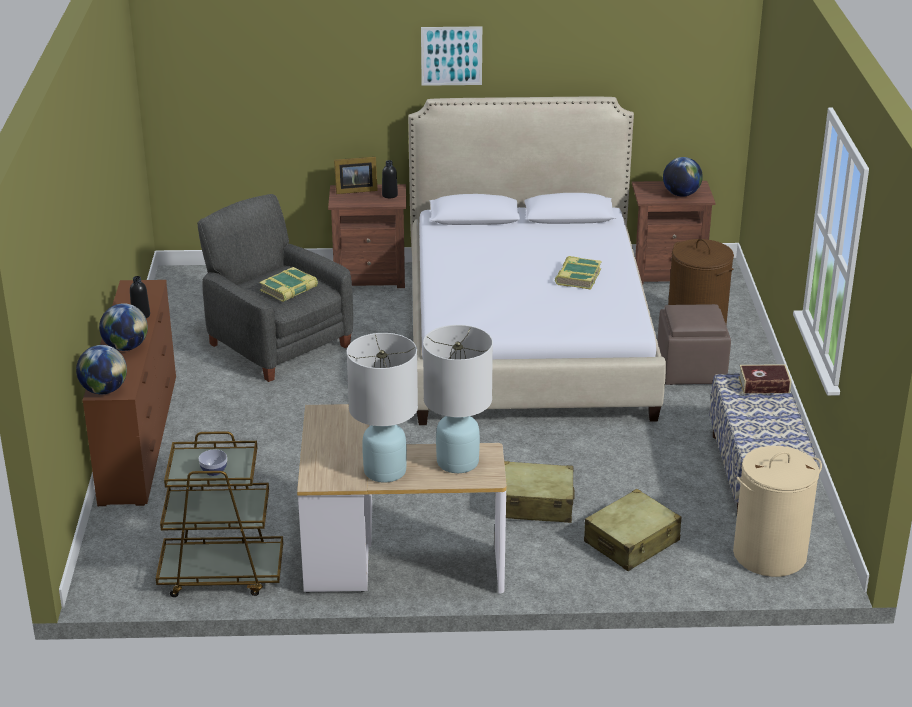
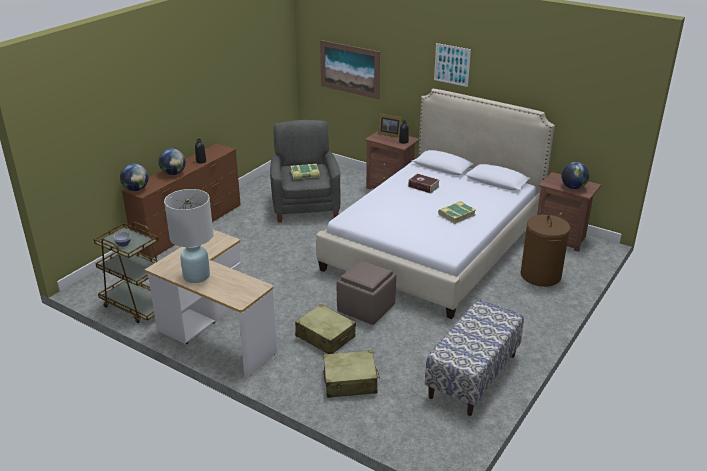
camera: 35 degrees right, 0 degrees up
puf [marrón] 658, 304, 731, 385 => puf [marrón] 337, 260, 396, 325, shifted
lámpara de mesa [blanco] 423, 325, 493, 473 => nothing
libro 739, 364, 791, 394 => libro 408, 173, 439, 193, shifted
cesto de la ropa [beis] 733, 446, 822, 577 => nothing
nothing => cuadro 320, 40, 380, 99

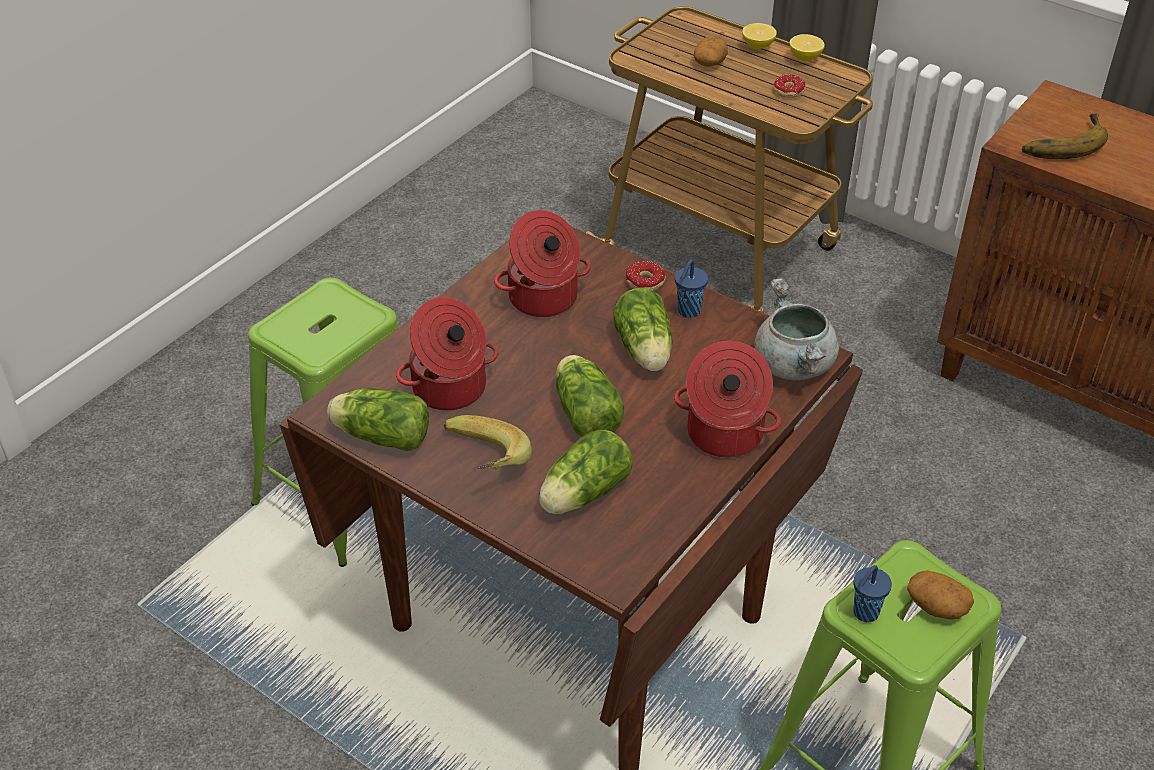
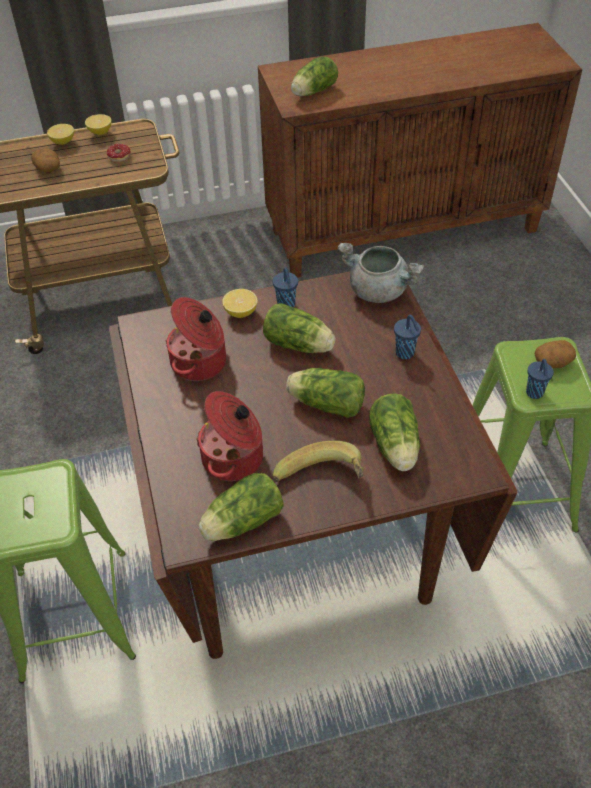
camera: 50 degrees left, 5 degrees up
plátano 1022, 113, 1108, 159 => lechuga 291, 56, 338, 96
rosquilla 626, 261, 666, 291 => limón 222, 289, 258, 318
olla 674, 341, 781, 458 => taza [azul] 394, 315, 421, 359

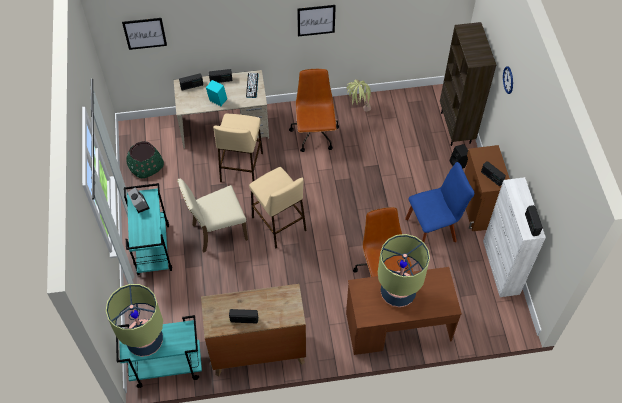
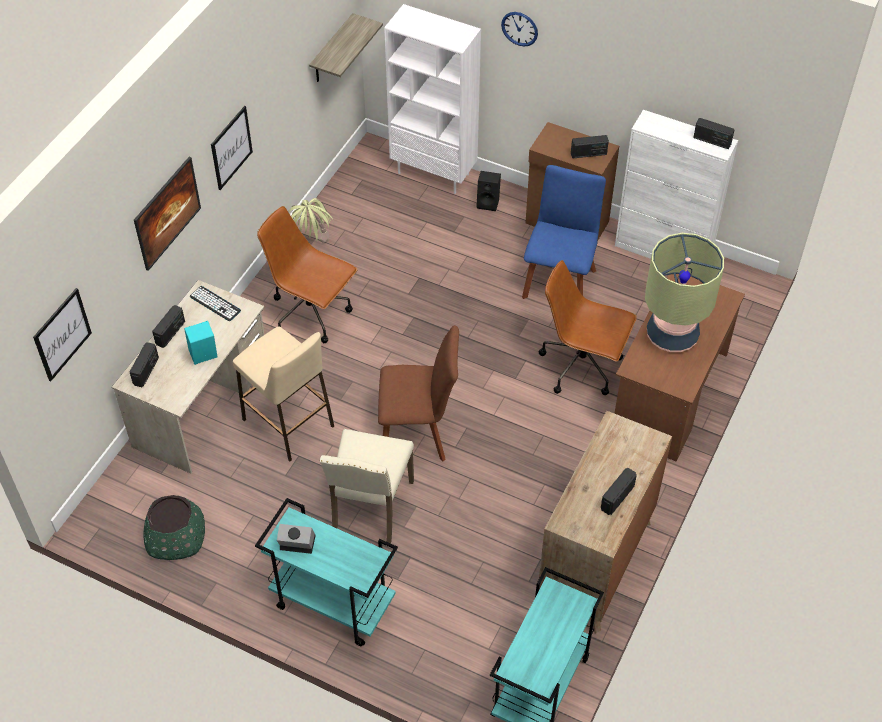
camera: 55 degrees left, 5 degrees down
estantería [marrón] 440, 22, 496, 146 => estantería [blanco] 384, 4, 481, 194
taburete [beis] 249, 167, 306, 248 => silla [marrón] 378, 325, 459, 461
lámpara de mesa 106, 284, 163, 357 => nothing
nothing => estante 309, 13, 383, 82
nothing => cuadro 134, 157, 201, 271

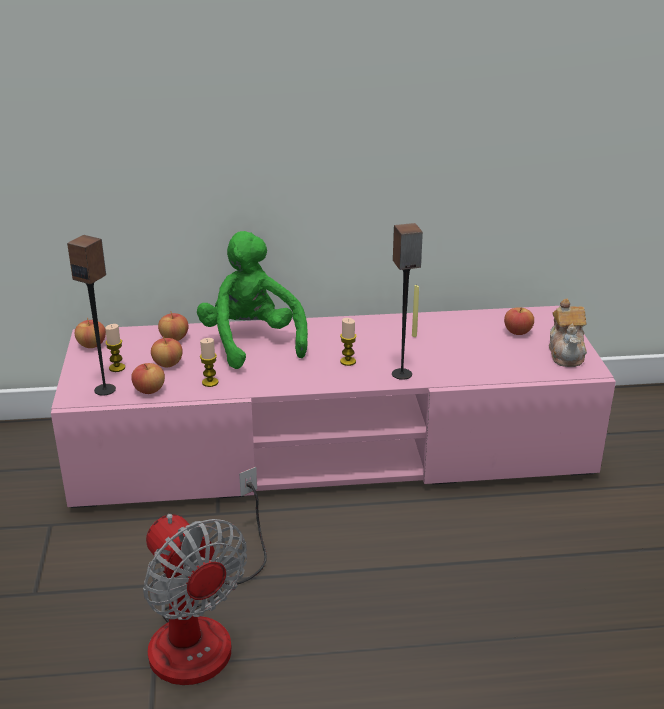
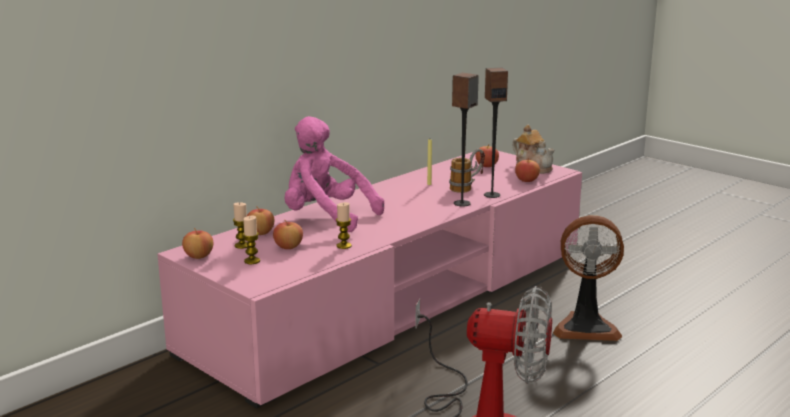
camera: 40 degrees left, 10 degrees down
peluche [verde] 197, 231, 308, 369 => peluche [rosa] 284, 116, 384, 232
altavoz 67, 235, 116, 396 => altavoz 484, 68, 508, 198, shifted
vela 340, 318, 357, 366 => vela 233, 202, 248, 249, shifted
manzana 131, 363, 165, 394 => manzana 515, 158, 540, 182, shifted
nothing => taza grande 449, 149, 485, 193
nothing => ventilador 553, 215, 624, 341

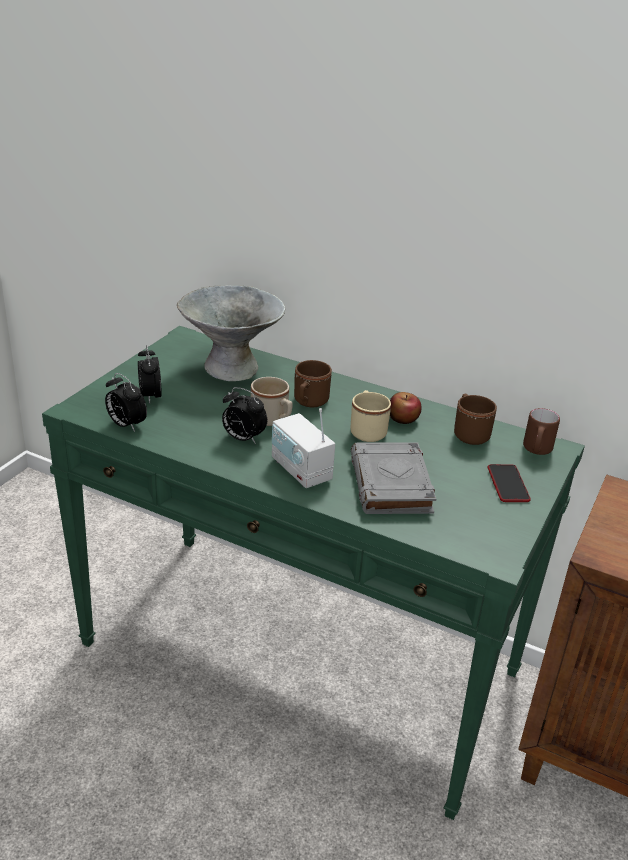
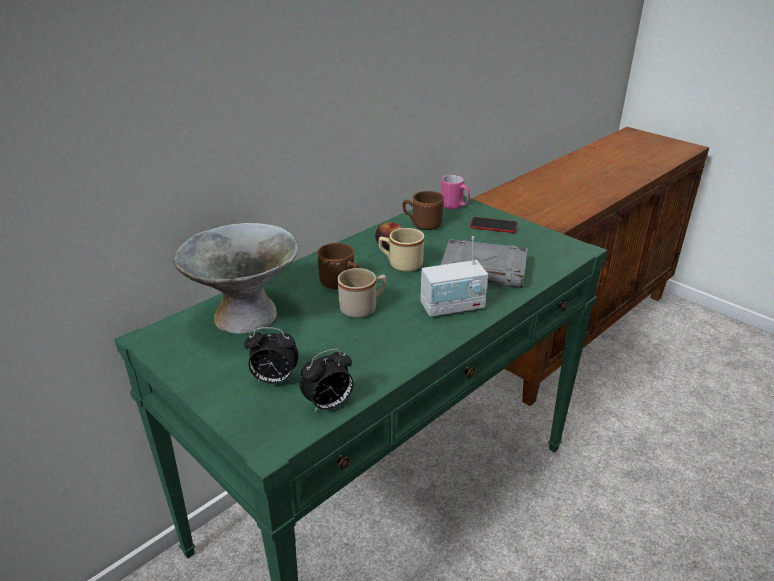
camera: 70 degrees left, 0 degrees up
despertador 222, 387, 267, 444 => nothing
taza grande [marrón] 523, 408, 560, 455 => taza grande [rosa] 441, 175, 470, 210

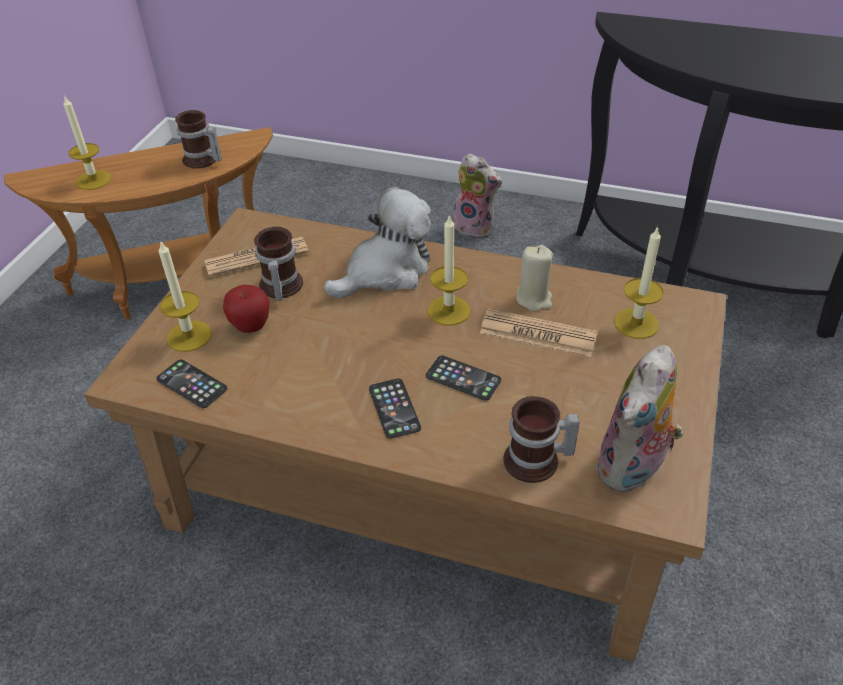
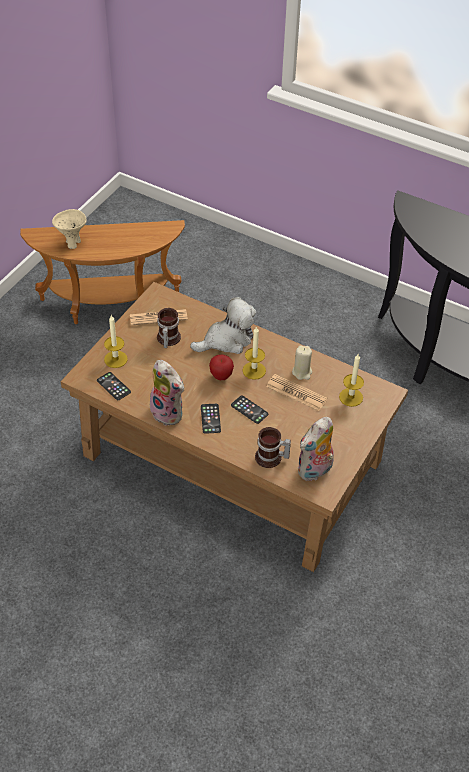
camera: 10 degrees right, 5 degrees up
vela 63, 95, 111, 190 => cuenco [beis] 52, 209, 87, 249
taza grande 175, 110, 222, 169 => nothing
peluche 453, 154, 502, 239 => peluche 150, 360, 185, 426, shifted
manzana 223, 285, 269, 333 => manzana 209, 354, 234, 380, shifted

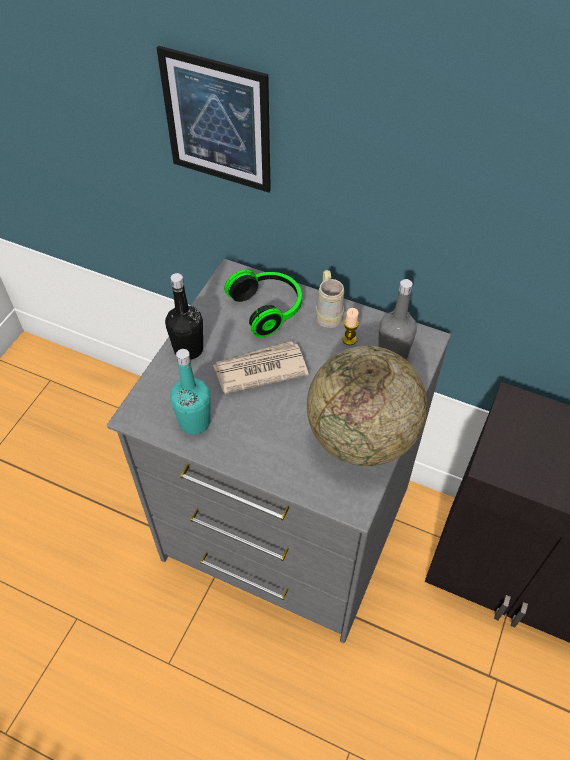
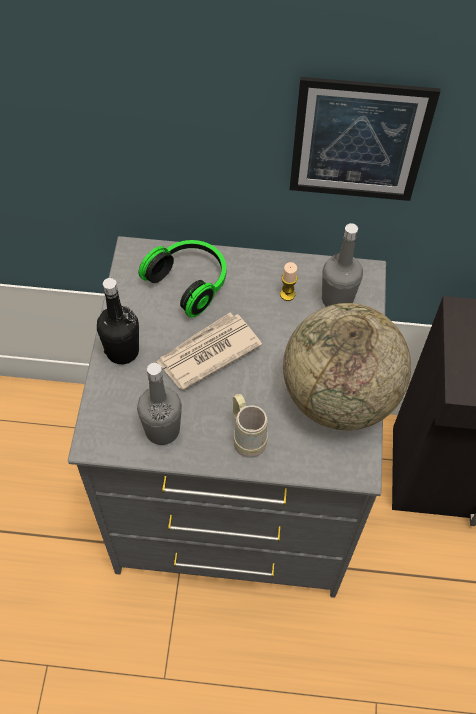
camera: 20 degrees left, 5 degrees up
cuadro 157, 46, 271, 193 => cuadro 289, 77, 440, 201, shifted
taza grande [beis] 316, 270, 344, 328 => taza grande [beis] 233, 394, 268, 458, shifted
botella [turquesa] 170, 349, 211, 434 => botella [gris] 137, 363, 182, 445

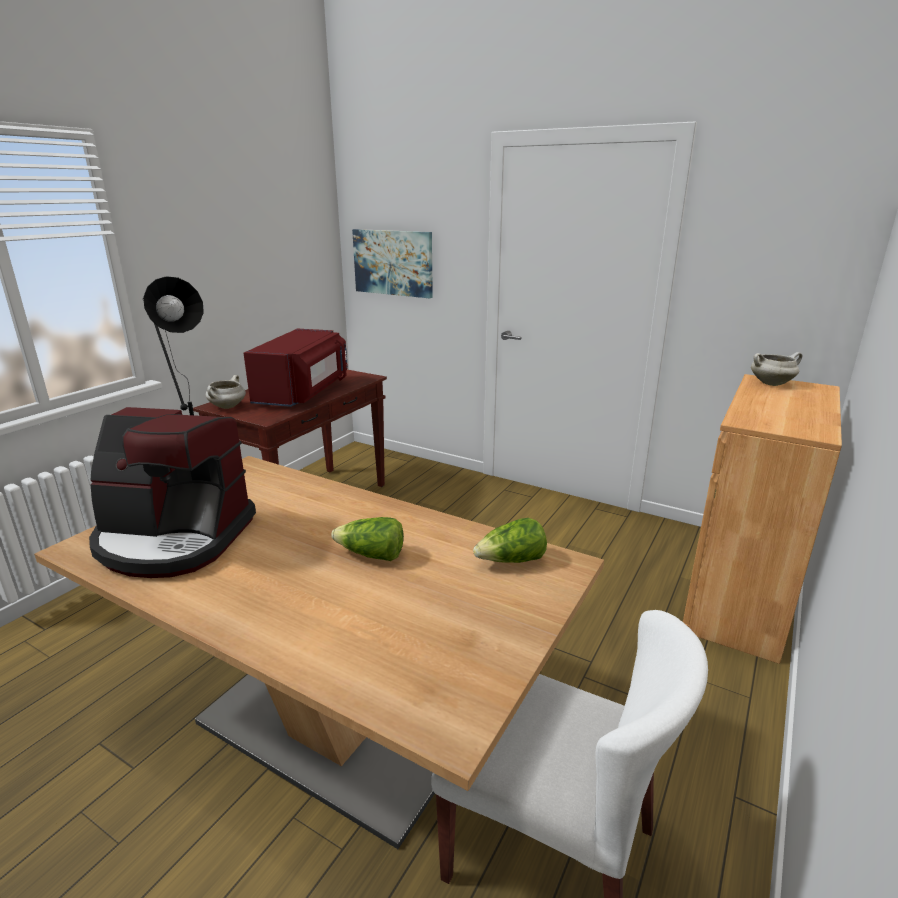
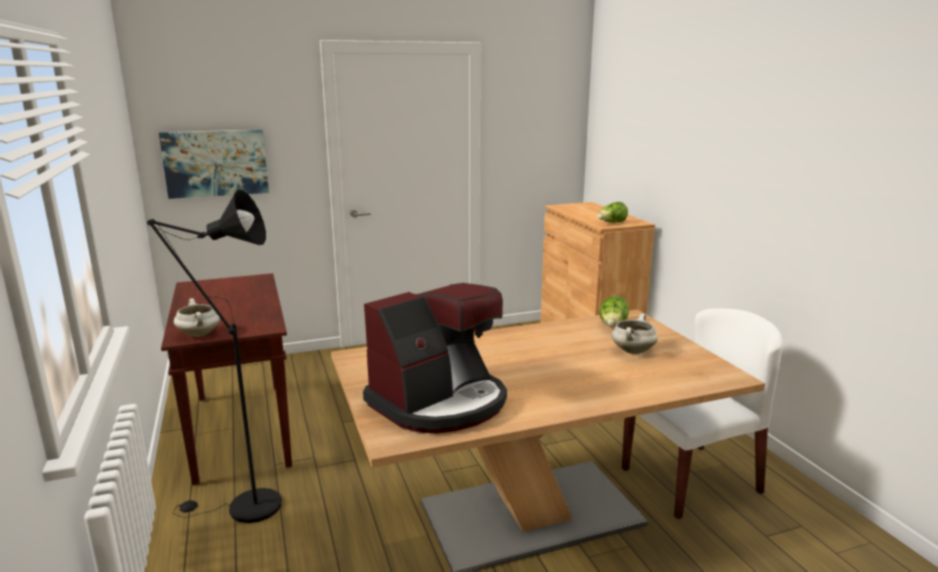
camera: 50 degrees left, 5 degrees down
microondas [rojo] 243, 329, 348, 407 => nothing
olla [blanco] 751, 352, 803, 386 => olla [blanco] 611, 314, 658, 354, shifted
lechuga 331, 517, 404, 561 => lechuga 598, 202, 628, 223, shifted

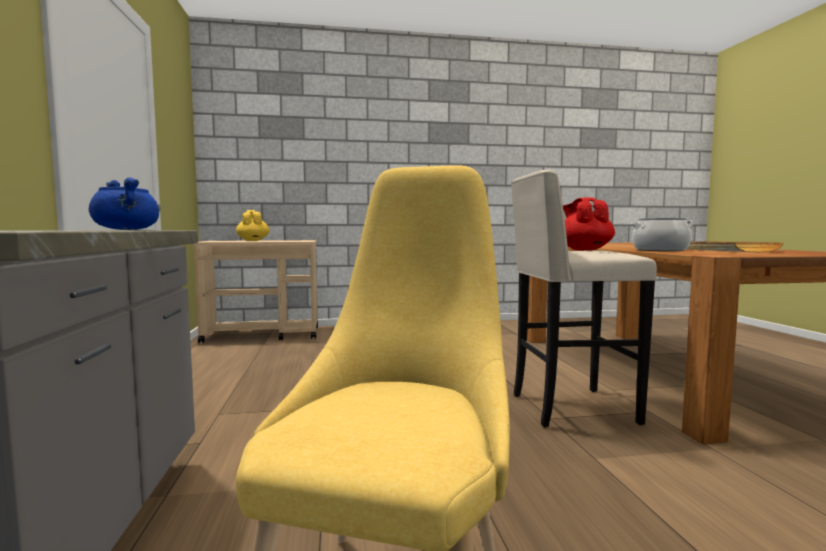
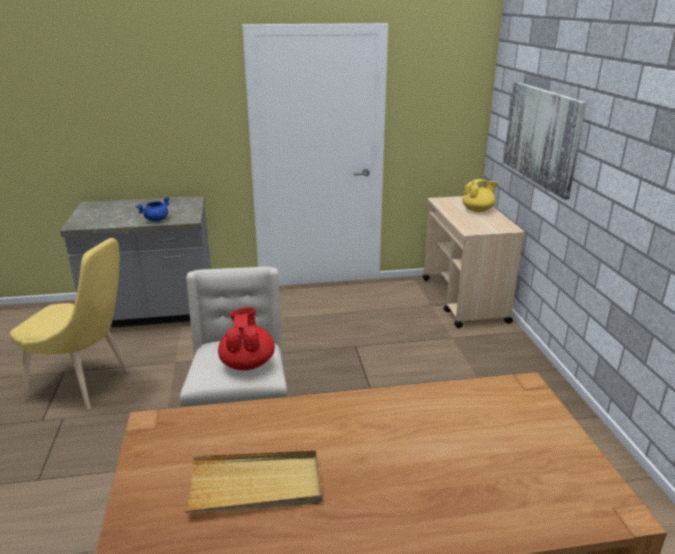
camera: 90 degrees right, 20 degrees up
tetera [rojo] 563, 197, 615, 250 => tetera [rojo] 218, 307, 275, 370, 90 degrees counterclockwise
olla 631, 218, 694, 251 => nothing
nothing => cuadro 504, 82, 587, 200

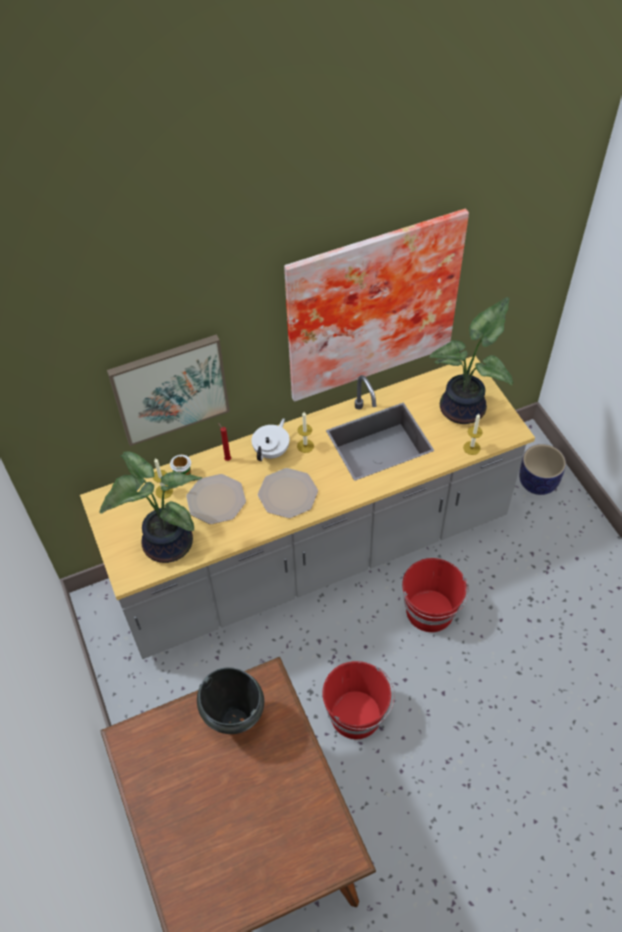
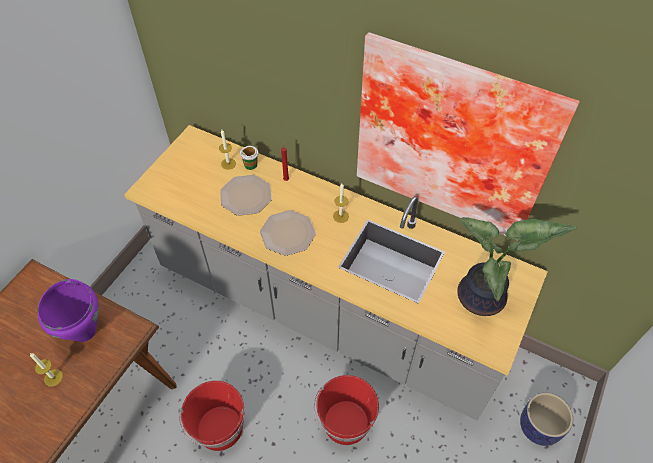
camera: 50 degrees right, 0 degrees up
cuadro 107, 334, 230, 446 => nothing
vela 463, 414, 483, 455 => vela 30, 353, 63, 387, shifted
tetera [blanco] 252, 418, 290, 461 => nothing
planta en maceta 99, 451, 202, 563 => nothing
olla [negro] 197, 667, 264, 734 => olla [morado] 37, 279, 99, 342

